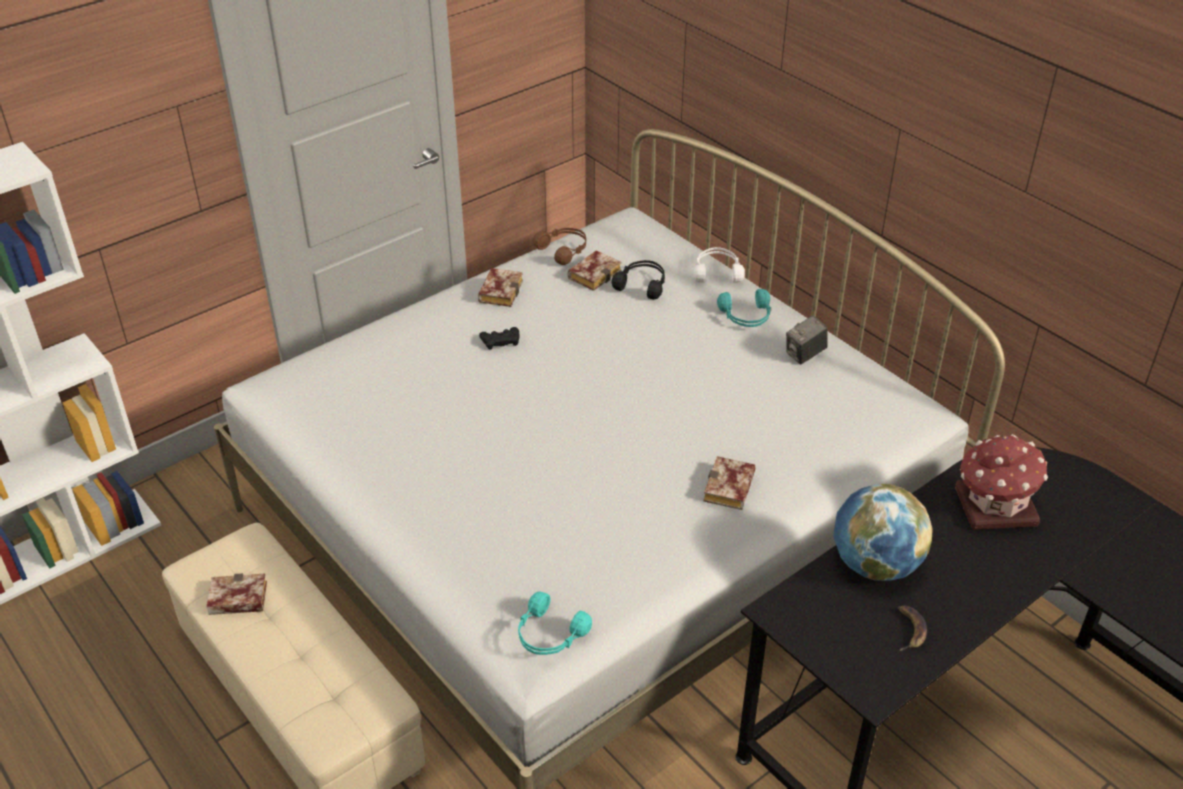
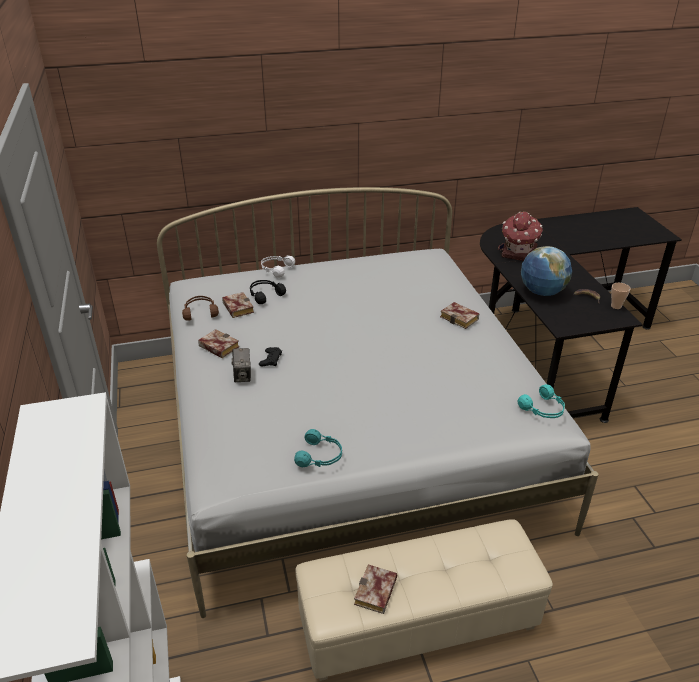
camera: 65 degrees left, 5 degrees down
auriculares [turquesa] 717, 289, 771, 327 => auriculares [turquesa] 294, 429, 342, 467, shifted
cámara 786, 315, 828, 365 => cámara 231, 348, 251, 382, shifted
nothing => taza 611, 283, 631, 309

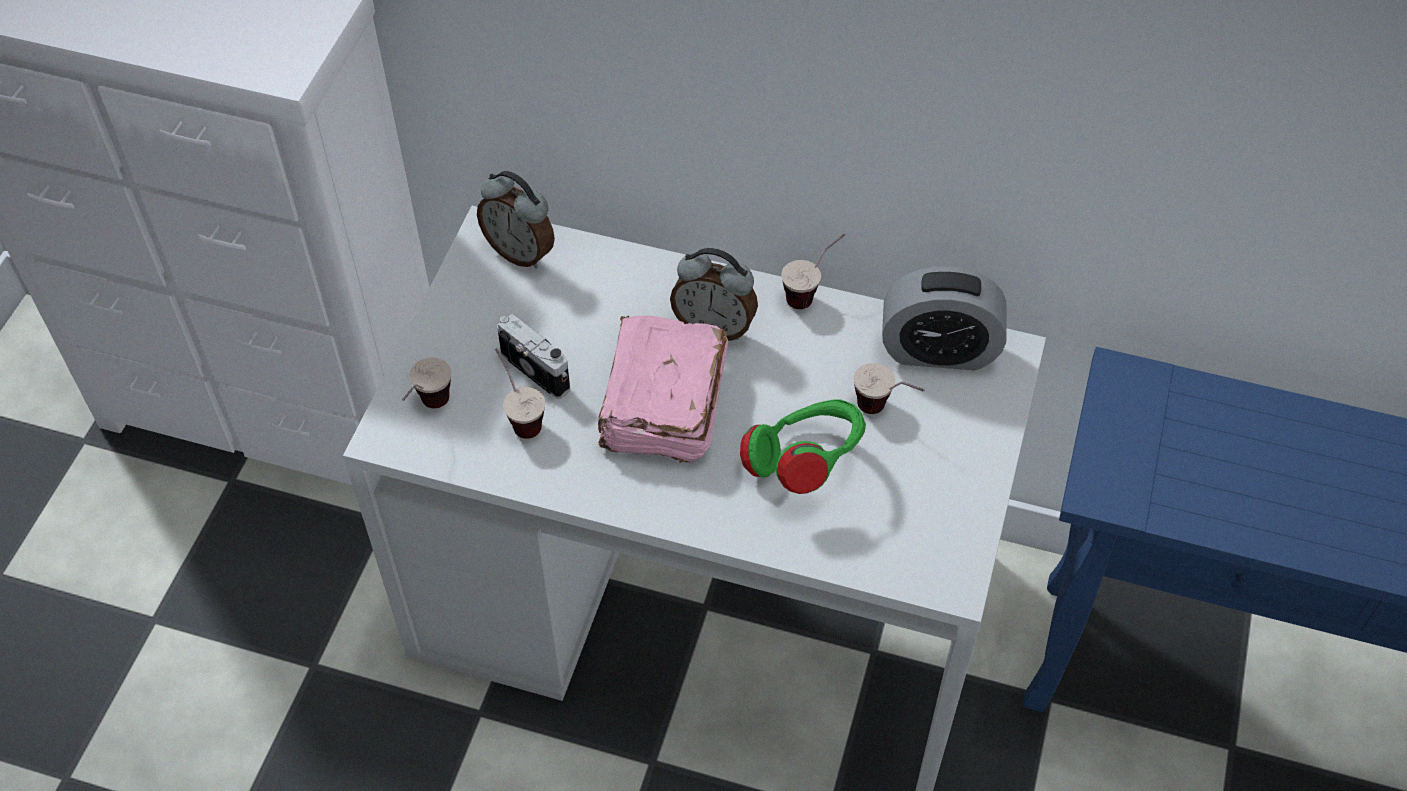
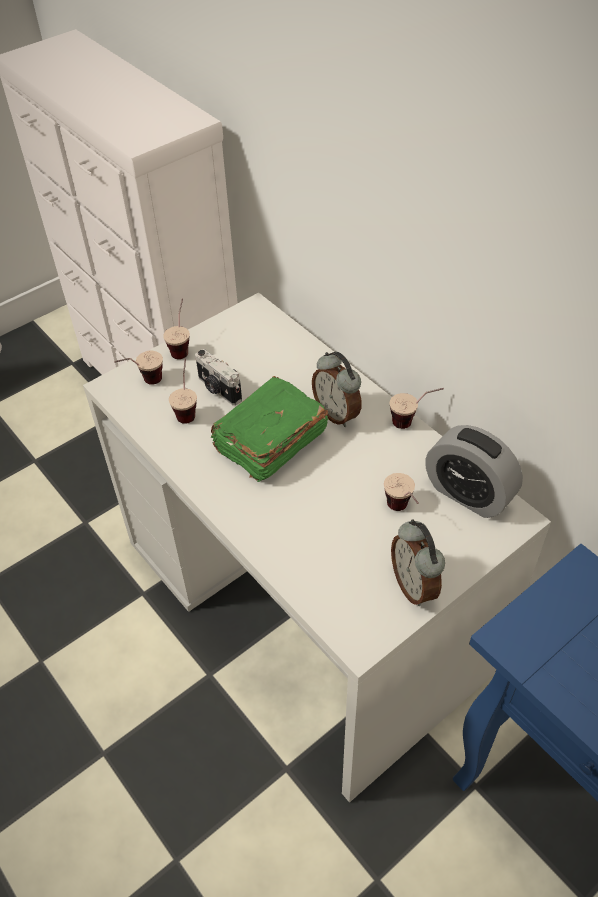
camera: 35 degrees right, 5 degrees down
despertador 477, 171, 555, 268 => despertador 391, 519, 445, 606, shifted
cámara 497, 313, 570, 399 => cámara 195, 349, 242, 405, 150 degrees clockwise
libro [rosa] 598, 316, 728, 464 => libro [verde] 211, 376, 329, 482
auriculares [verde] 740, 399, 866, 494 => nothing
nothing => taza 163, 298, 190, 359

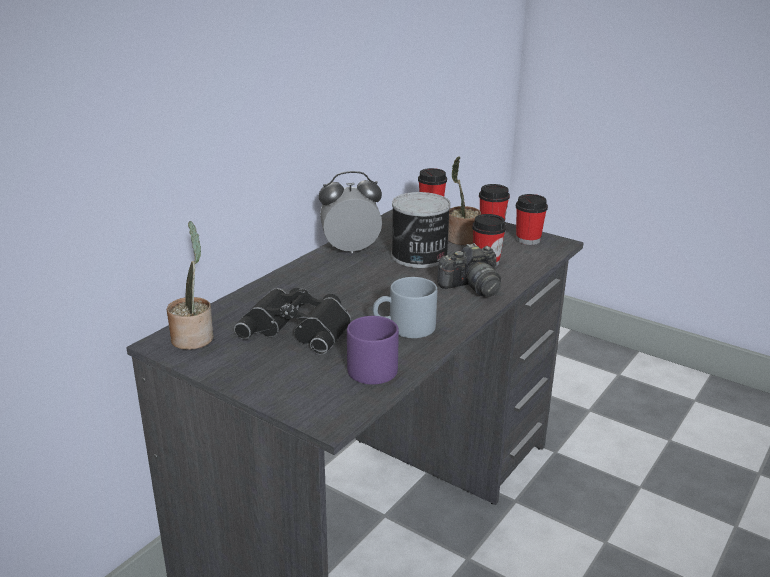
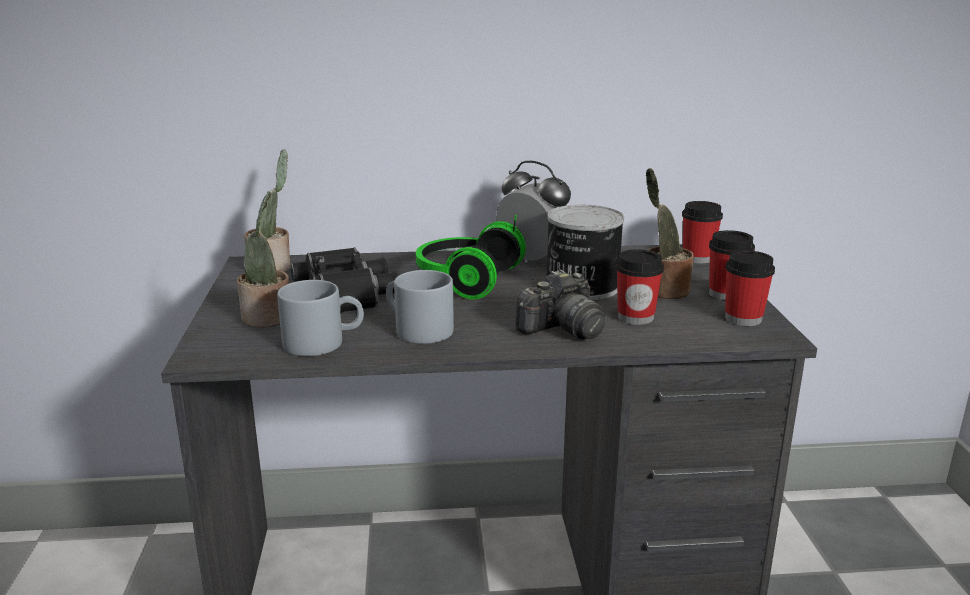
camera: 50 degrees right, 5 degrees down
cámara 437, 243, 501, 297 => cámara 515, 269, 606, 340, 60 degrees counterclockwise
taza grande [morado] 347, 316, 399, 384 => taza grande [gris] 277, 280, 364, 356
nothing => planta en maceta 237, 191, 289, 327
nothing => auriculares 416, 215, 526, 300

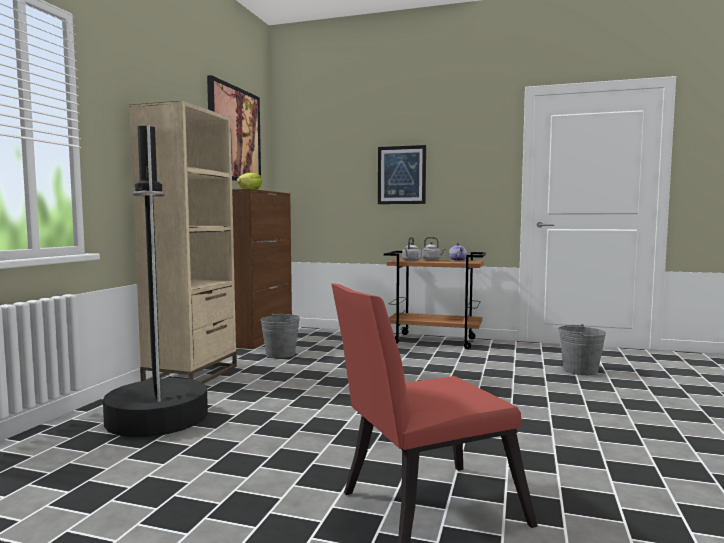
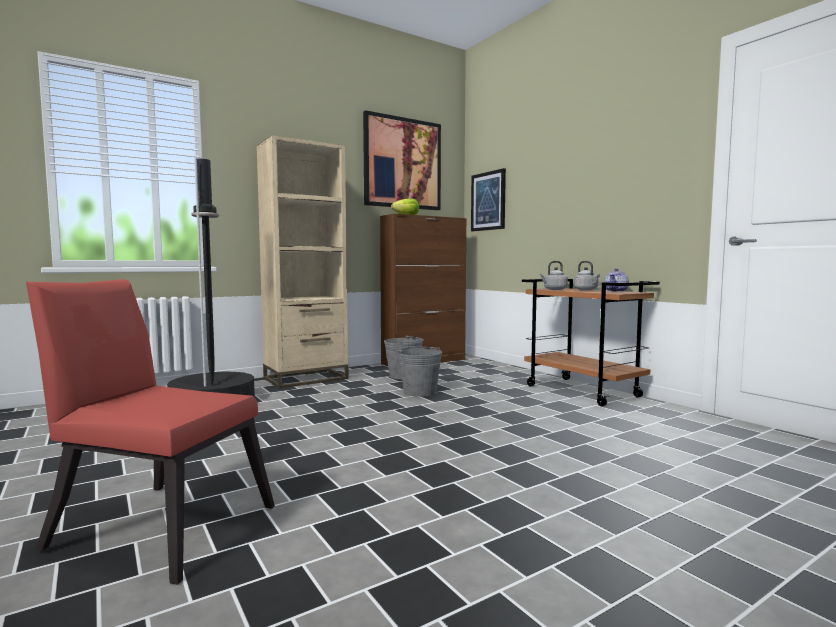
camera: 40 degrees right, 0 degrees up
cuadro 378, 145, 426, 204 => cuadro 471, 168, 506, 231, shifted
cubo [gris] 558, 324, 606, 375 => cubo [gris] 398, 347, 442, 397, shifted

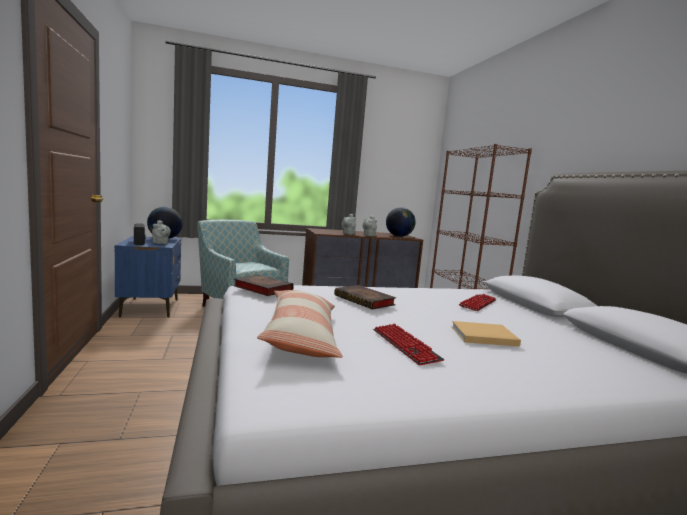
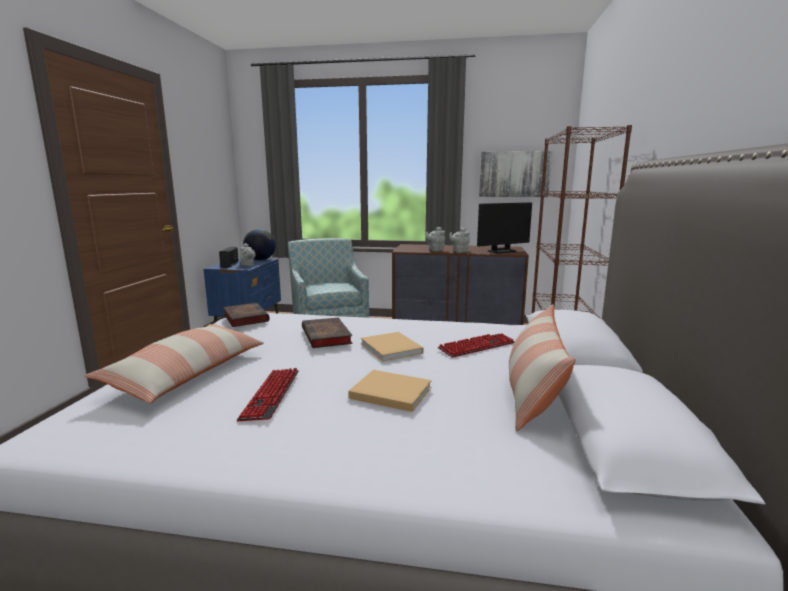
camera: 25 degrees right, 5 degrees up
globo terráqueo 386, 207, 416, 237 => monitor 477, 202, 532, 253
nothing => cuadro 479, 151, 552, 197
nothing => cojín 509, 304, 576, 432
nothing => libro [beis] 361, 332, 423, 362

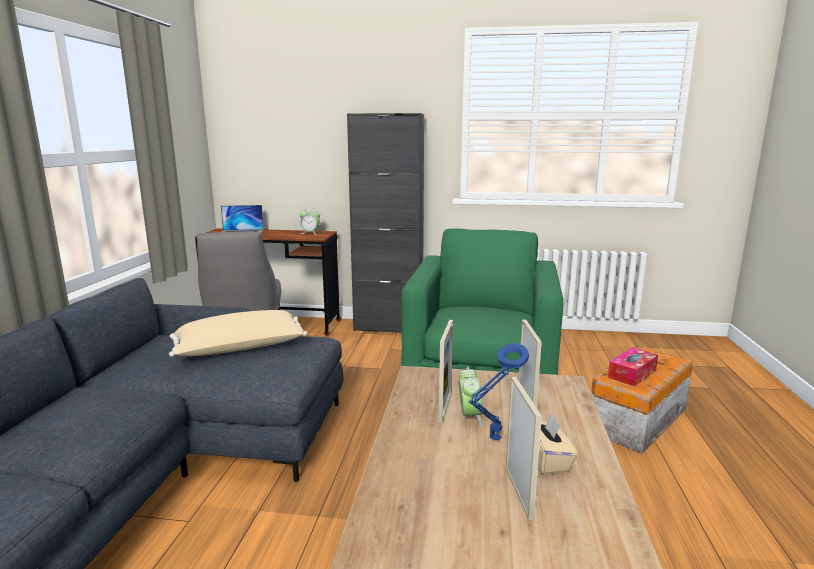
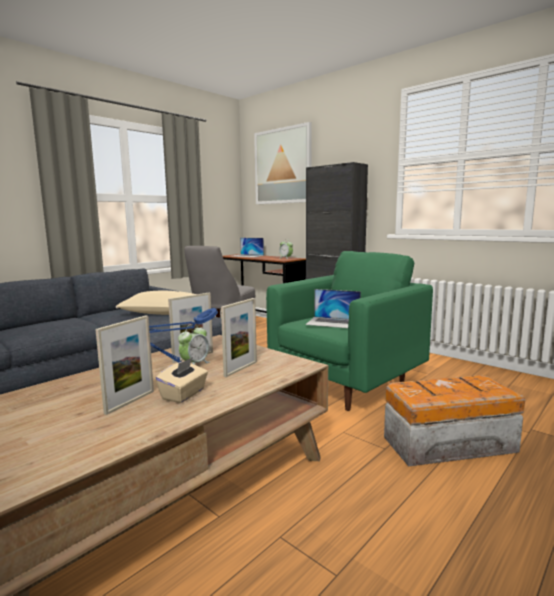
camera: 35 degrees right, 5 degrees down
caja de pañuelos 608, 347, 658, 387 => nothing
nothing => cuadro 254, 122, 312, 204
nothing => portátil 305, 289, 361, 328

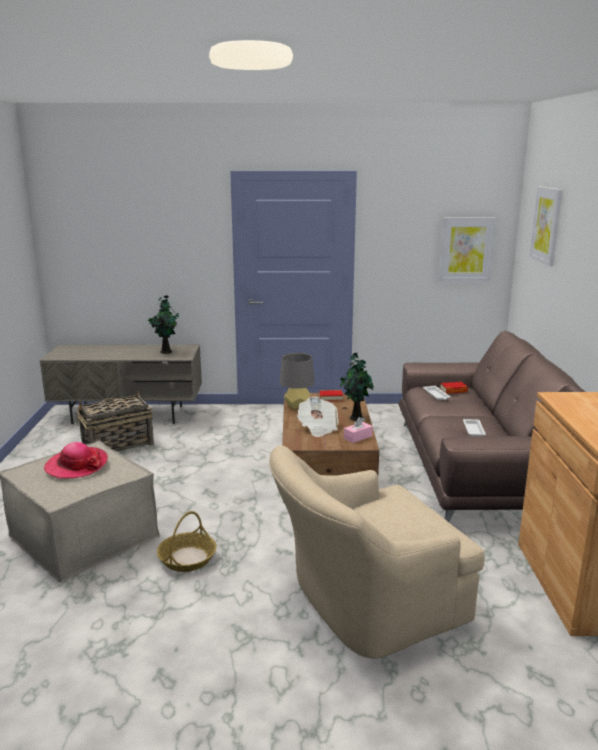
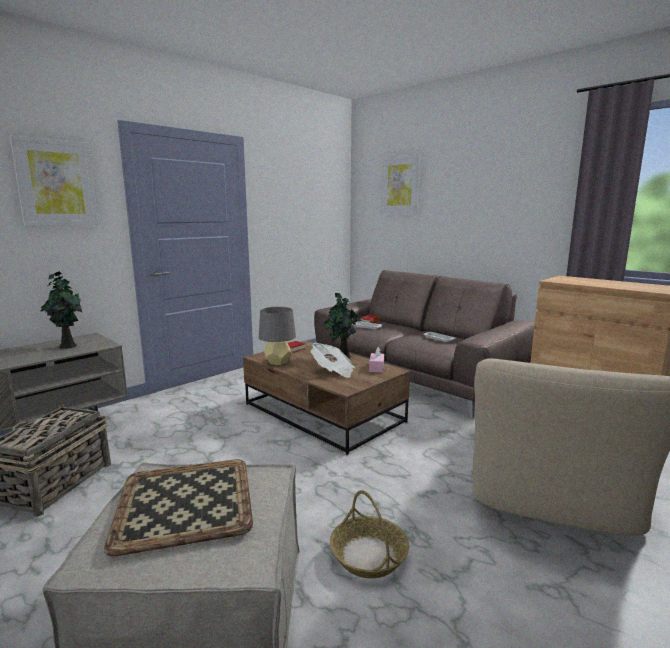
camera: 45 degrees left, 5 degrees down
cuadro 439, 217, 496, 281 => cuadro 10, 135, 99, 226, shifted
sombrero 44, 442, 108, 479 => bandeja 104, 459, 253, 557

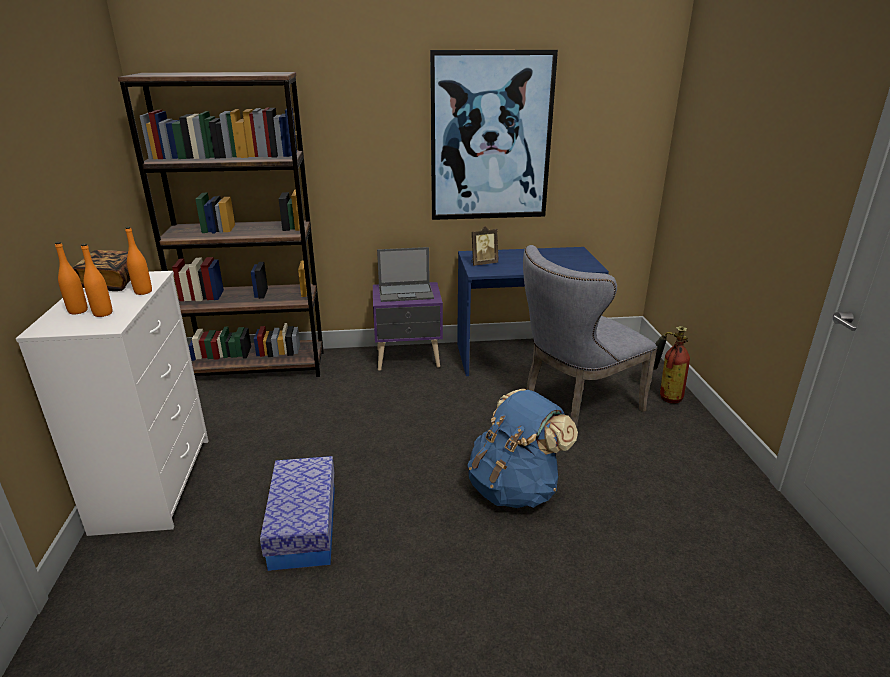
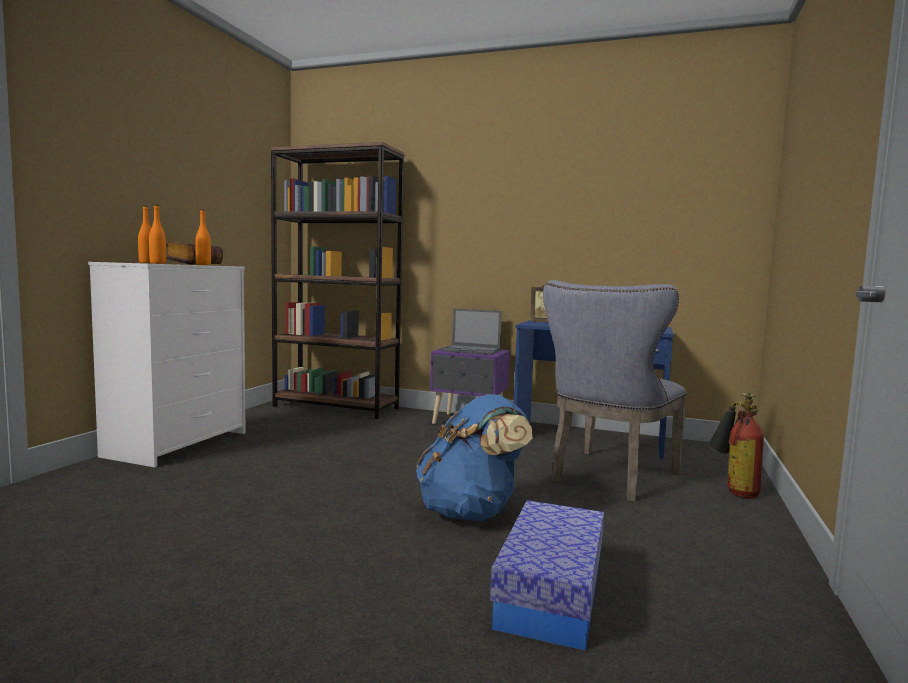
camera: 25 degrees right, 20 degrees down
cuadro 430, 50, 558, 220 => nothing
silla [gris] 523, 245, 658, 428 => silla [gris] 543, 280, 687, 502, 45 degrees counterclockwise
caja de almacenaje 260, 456, 335, 571 => caja de almacenaje 490, 500, 604, 651, shifted

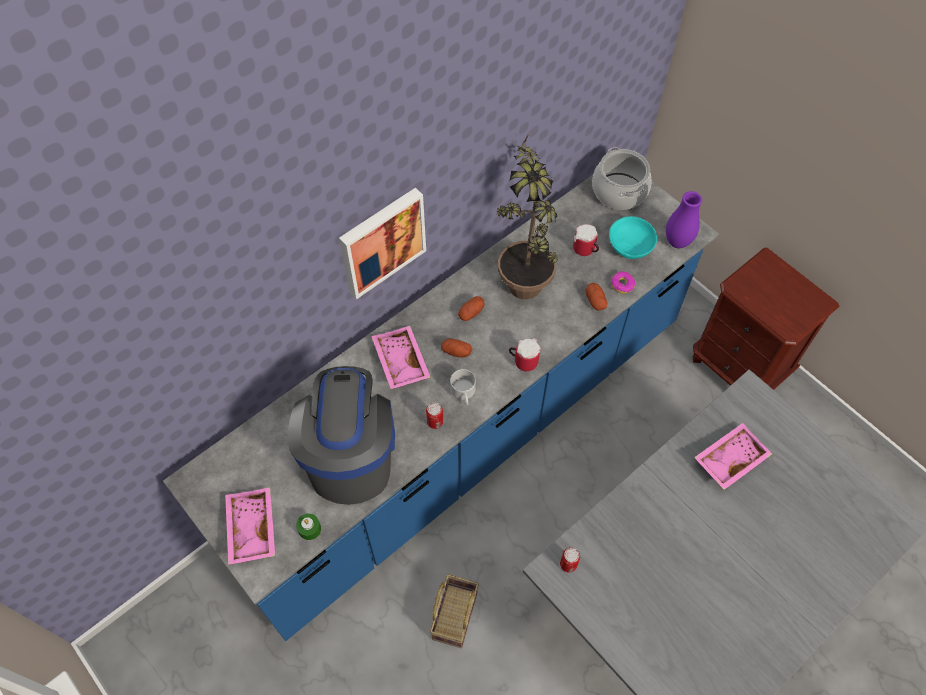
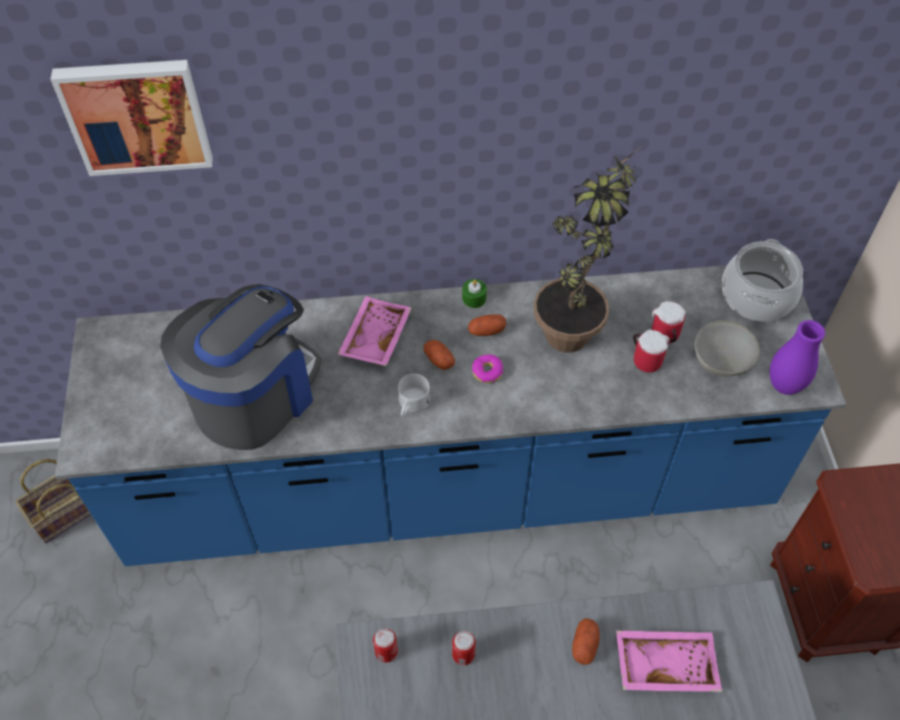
camera: 35 degrees right, 5 degrees down
cuadro 339, 188, 426, 299 => cuadro 50, 60, 213, 176, shifted
cuenco [turquesa] 609, 216, 657, 259 => cuenco [gris] 695, 320, 760, 376
rosquilla 611, 271, 635, 294 => rosquilla 472, 354, 503, 383, shifted
patata 585, 283, 608, 311 => patata 572, 618, 600, 665, shifted
taza grande 509, 338, 541, 371 => taza grande 633, 330, 670, 373, shifted
lata 426, 403, 443, 429 => lata 452, 631, 476, 665, shifted
bandeja [rosa] 225, 487, 275, 565 => nothing
vela [verde] 296, 513, 321, 540 => vela [verde] 462, 279, 487, 308, shifted
cesta 430, 574, 479, 648 => cesta 16, 459, 91, 543, shifted

